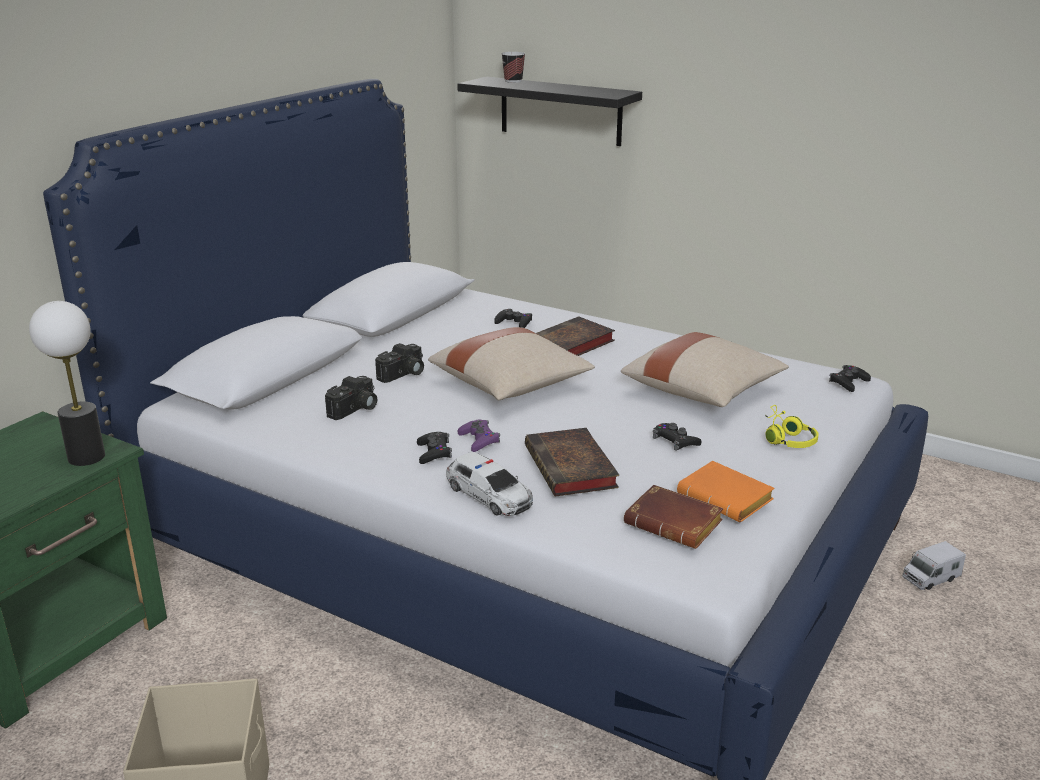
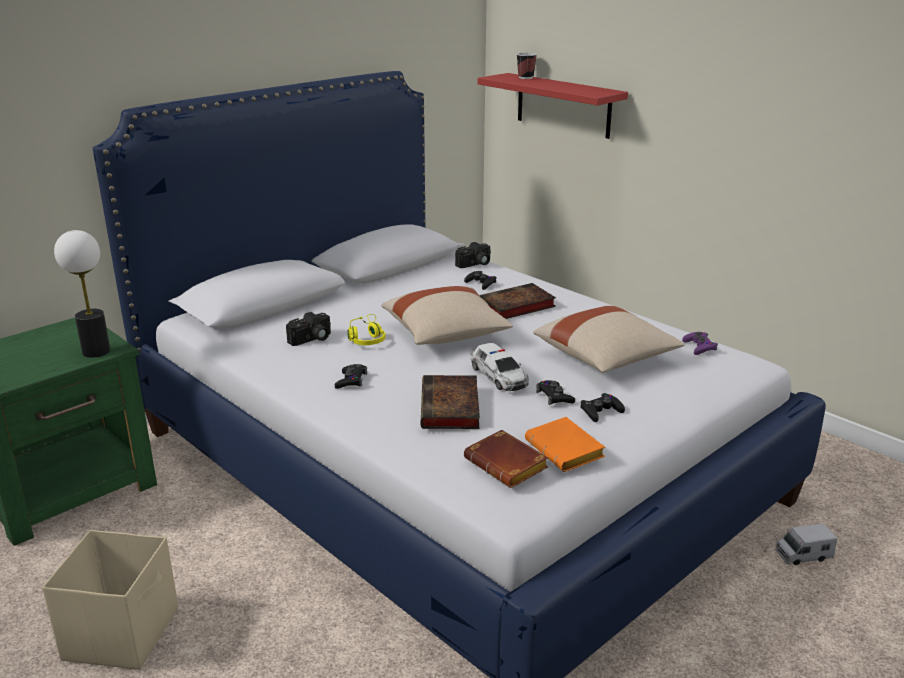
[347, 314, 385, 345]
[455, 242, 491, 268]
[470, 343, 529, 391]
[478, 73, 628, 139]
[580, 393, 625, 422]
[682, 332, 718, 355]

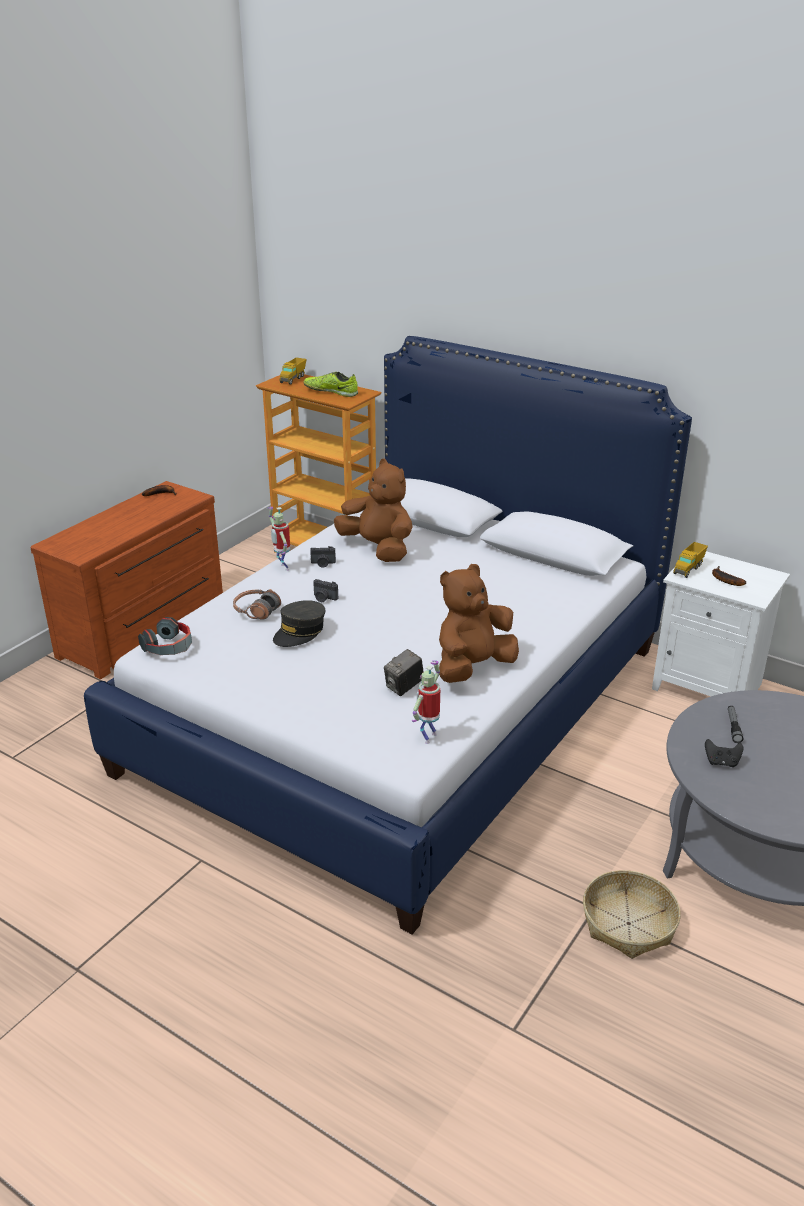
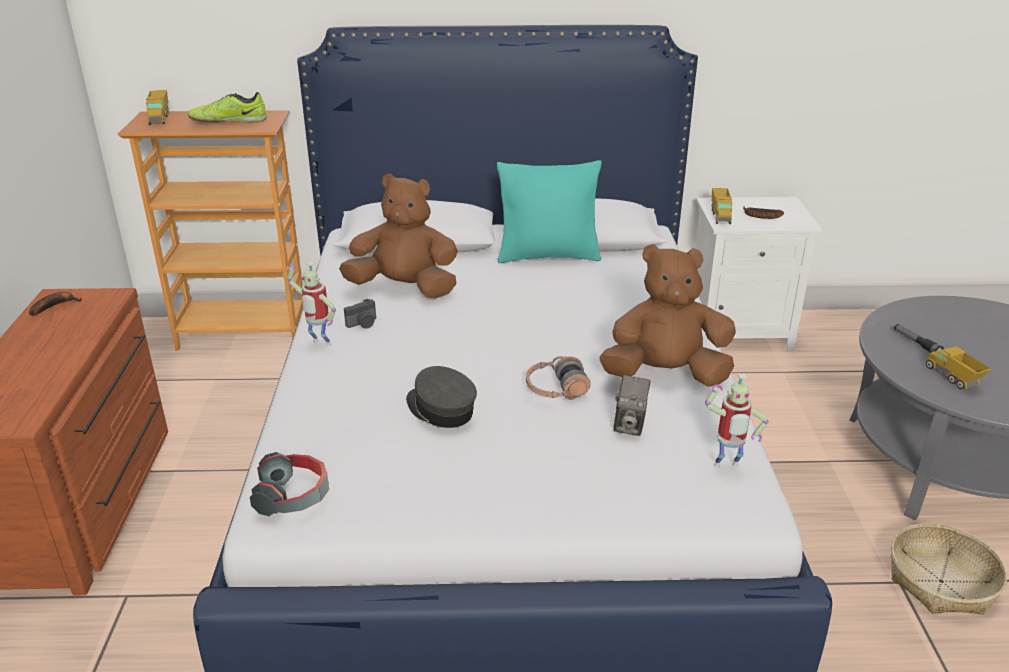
[406, 366, 477, 428]
[497, 160, 602, 263]
[526, 356, 591, 400]
[599, 244, 736, 387]
[705, 373, 768, 468]
[925, 346, 991, 389]
[313, 579, 338, 602] (first image)

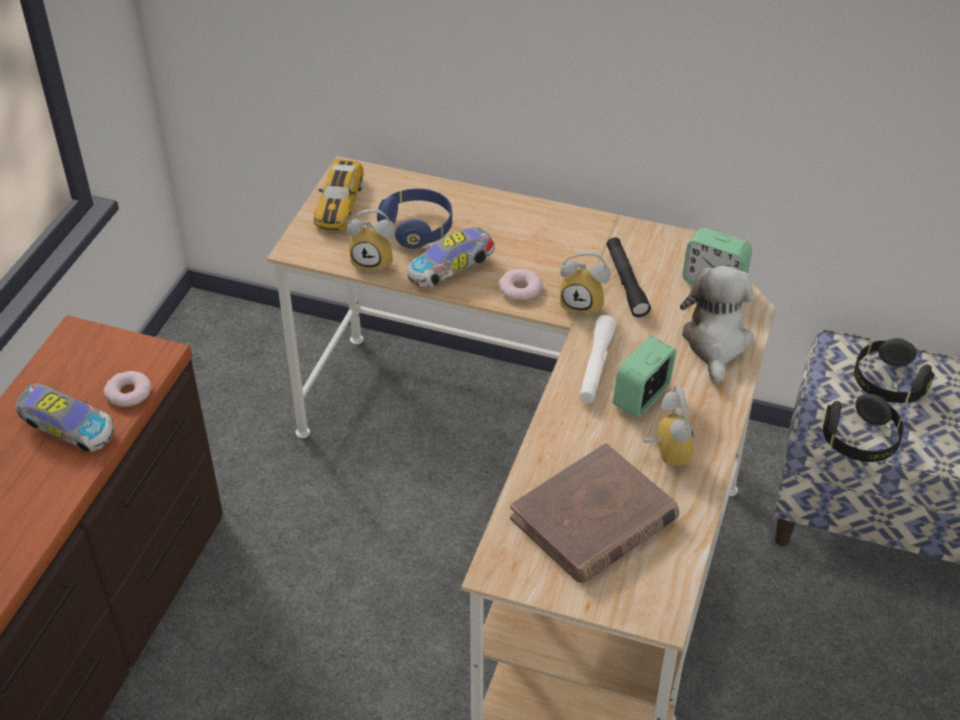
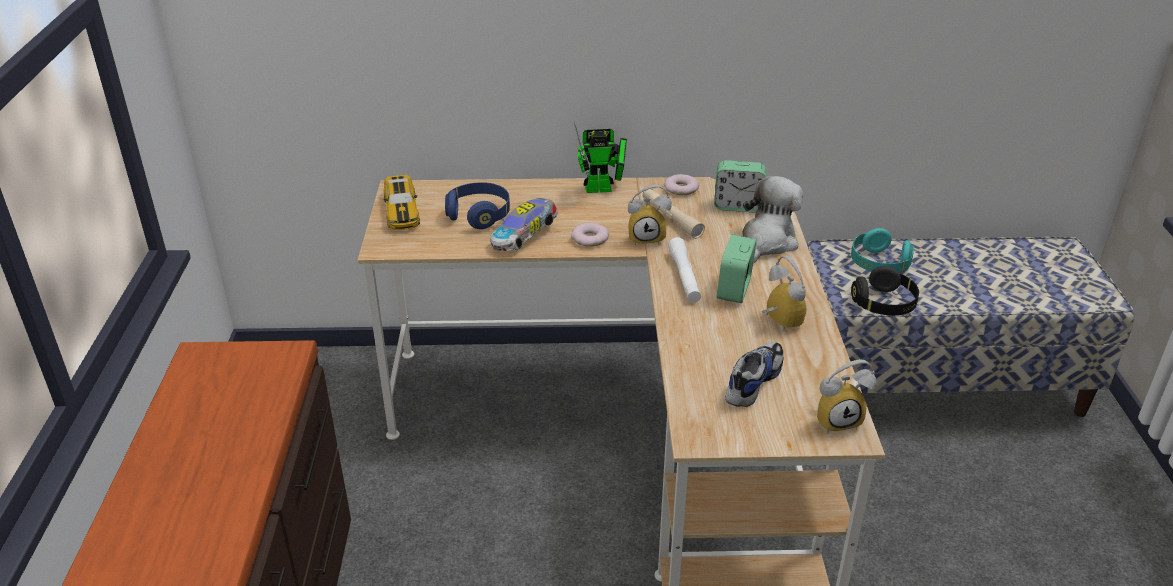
[574, 122, 627, 193]
[643, 189, 705, 239]
[664, 174, 699, 195]
[725, 342, 784, 407]
[742, 176, 803, 264]
[817, 359, 876, 433]
[851, 228, 914, 273]
[16, 383, 114, 452] (first image)

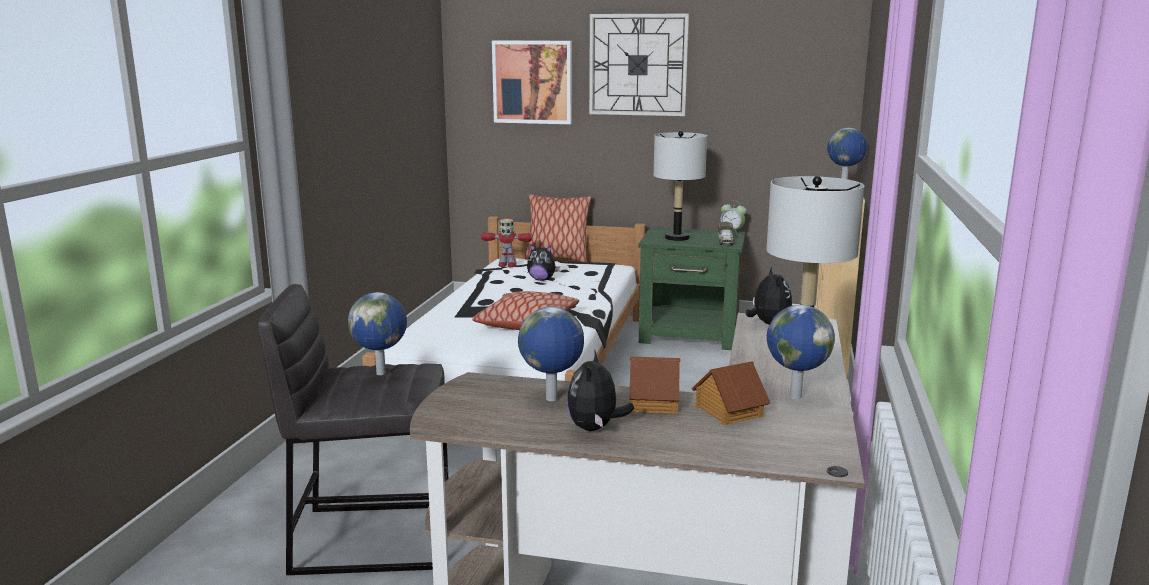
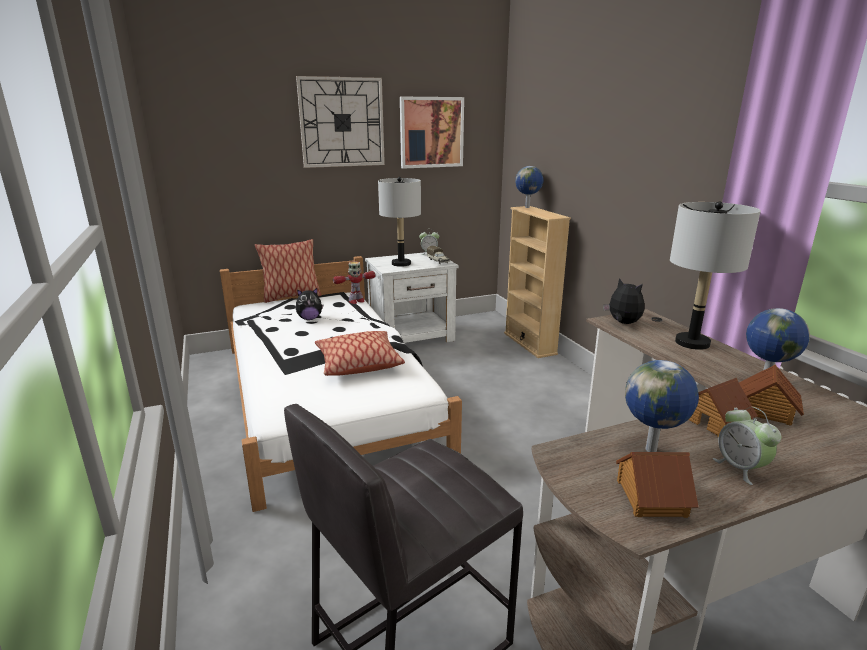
[333, 262, 376, 304]
[365, 252, 459, 343]
[400, 97, 464, 169]
[616, 452, 698, 518]
[713, 407, 781, 485]
[348, 292, 407, 375] (first image)

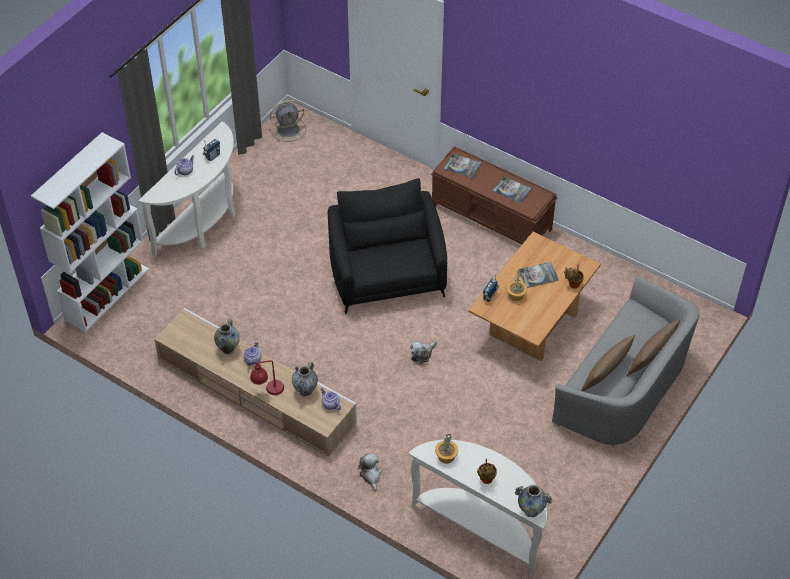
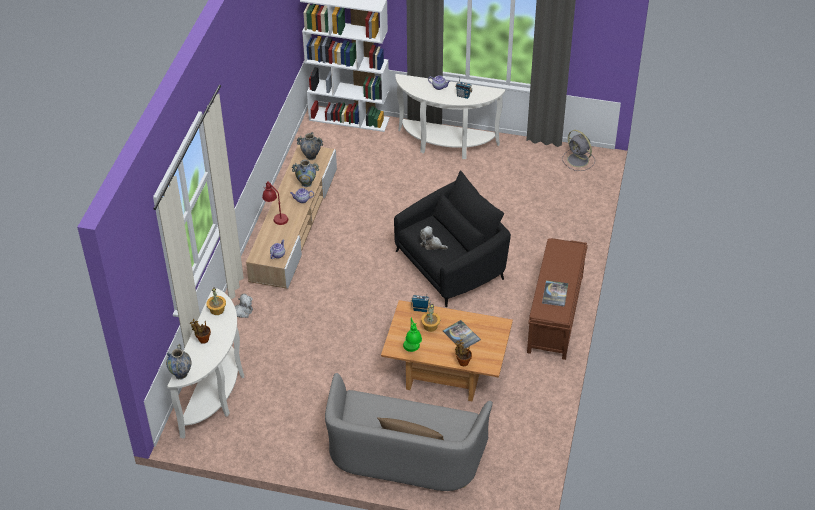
[297, 132, 323, 160]
[403, 318, 422, 352]
[420, 226, 448, 250]
[444, 153, 482, 178] (first image)
[581, 335, 635, 391] (first image)

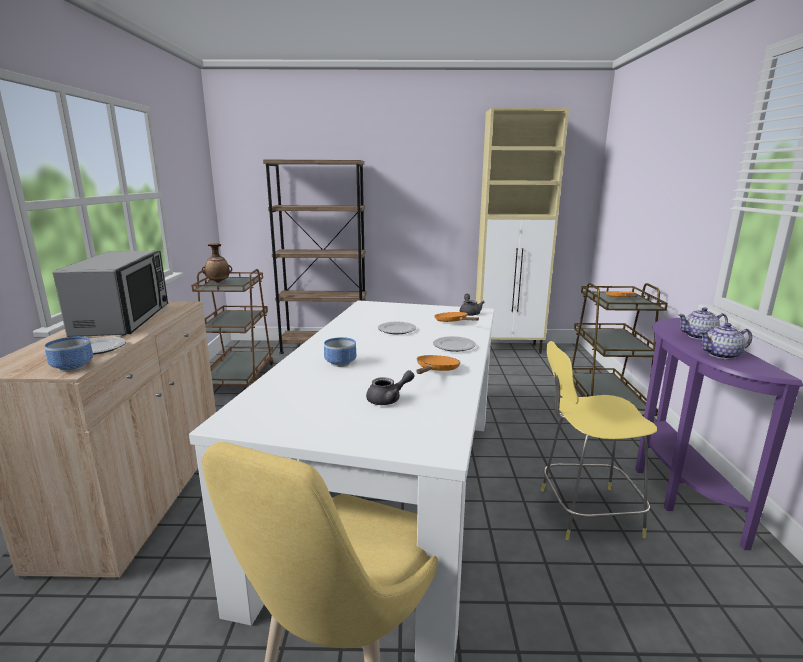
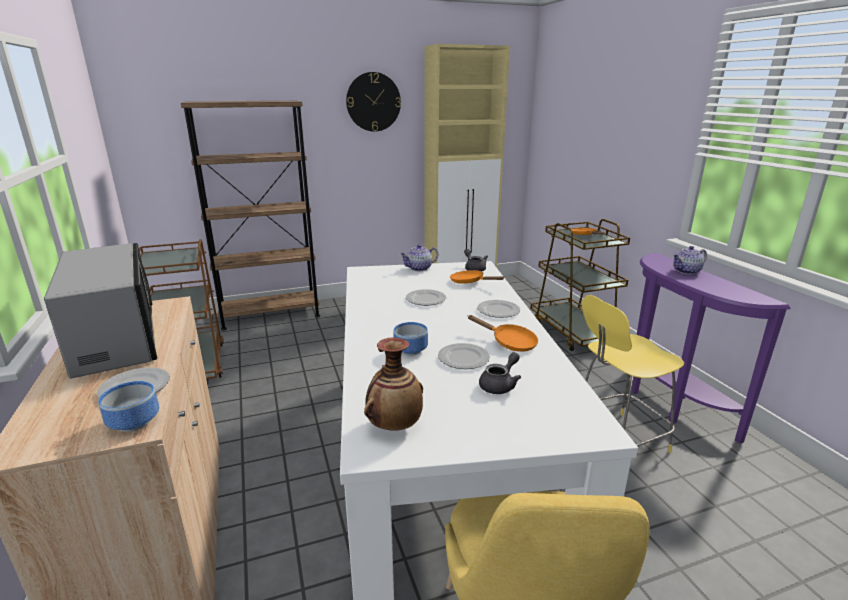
[346, 72, 401, 132]
[364, 338, 423, 431]
[399, 244, 438, 271]
[438, 343, 490, 369]
[468, 315, 538, 352]

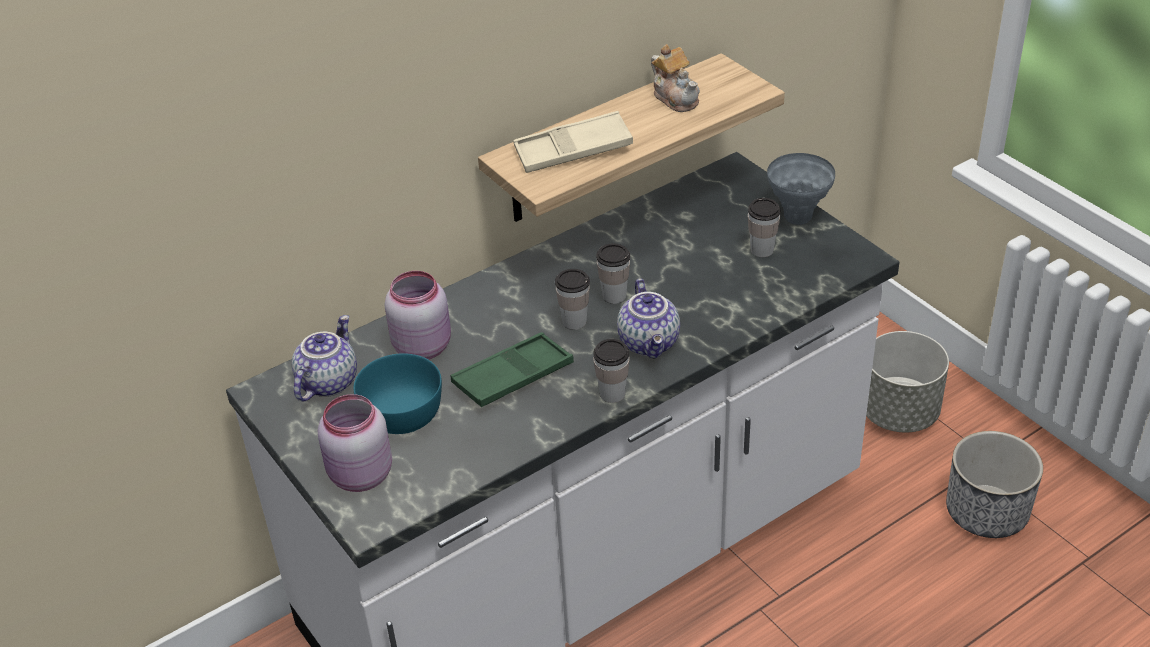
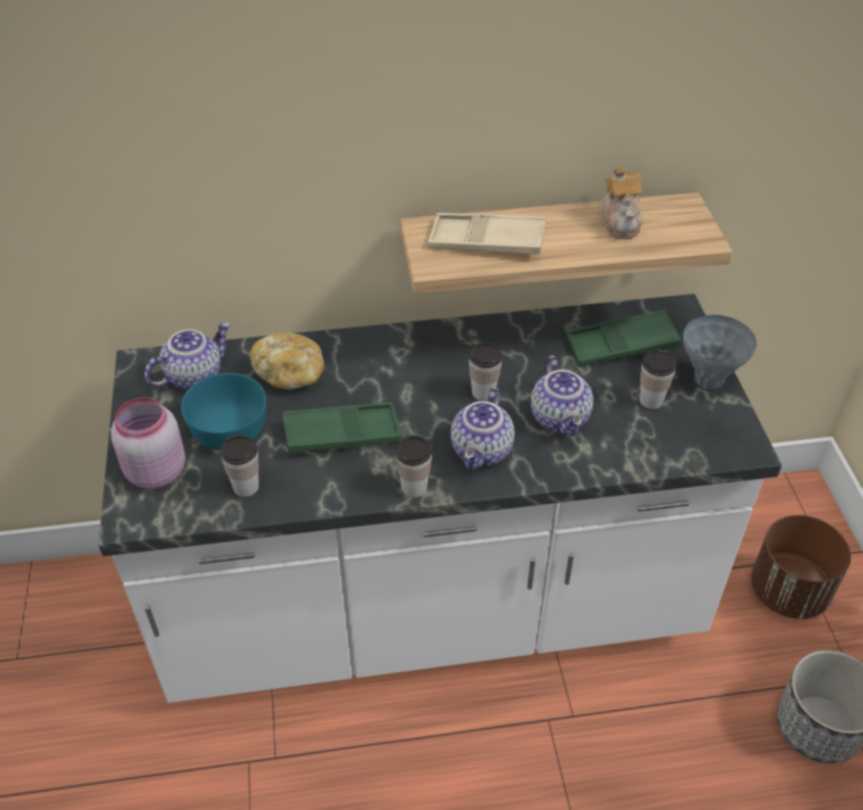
[220, 435, 259, 497]
[250, 333, 324, 390]
[531, 355, 593, 437]
[566, 310, 681, 366]
[751, 515, 851, 619]

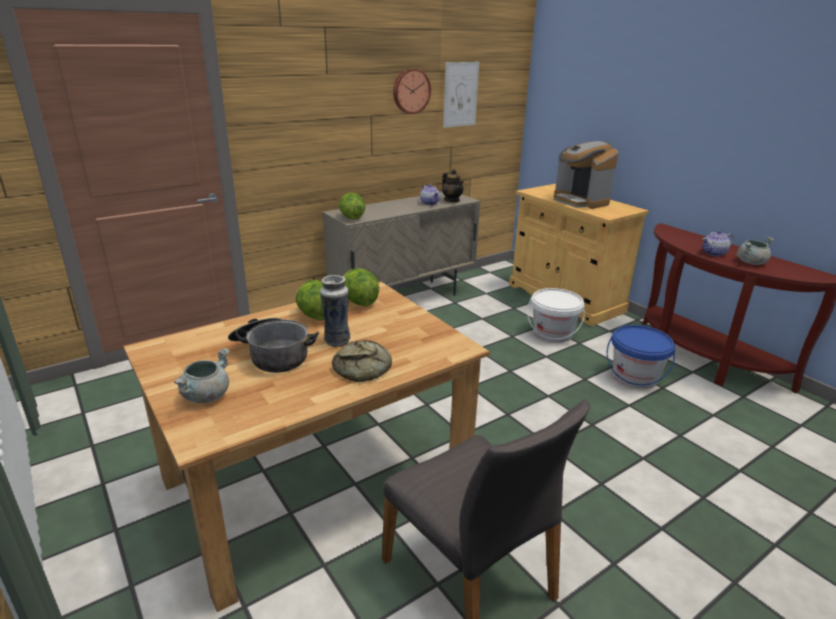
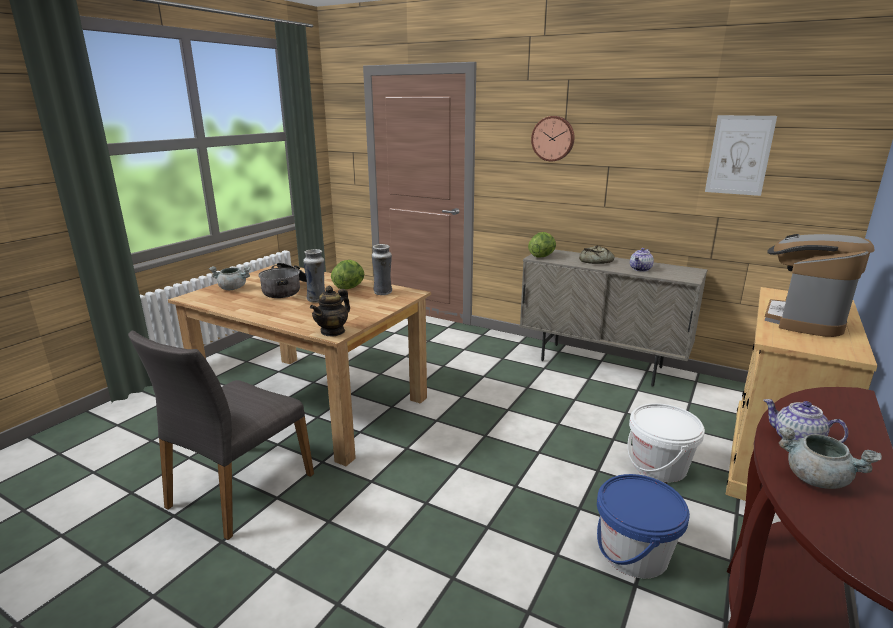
[310, 286, 350, 337]
[372, 244, 392, 295]
[531, 116, 574, 162]
[579, 246, 614, 264]

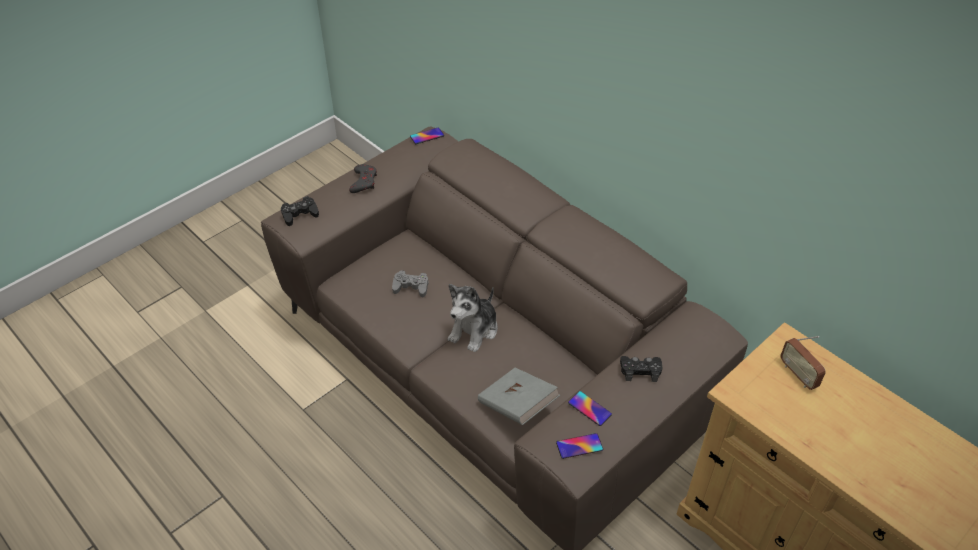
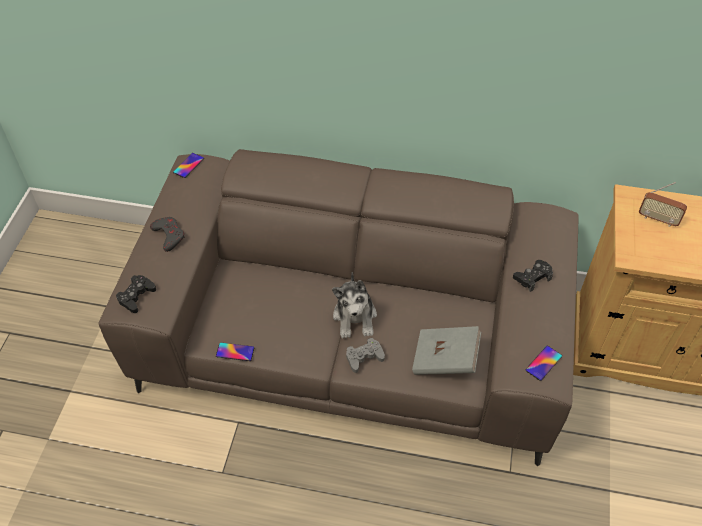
[216, 343, 254, 361]
[346, 338, 385, 373]

